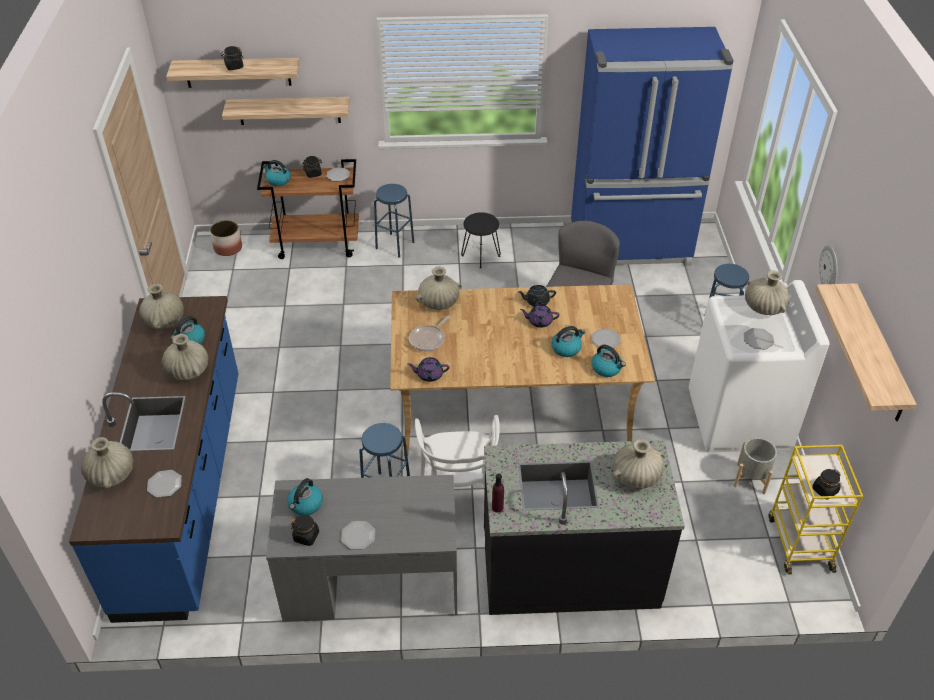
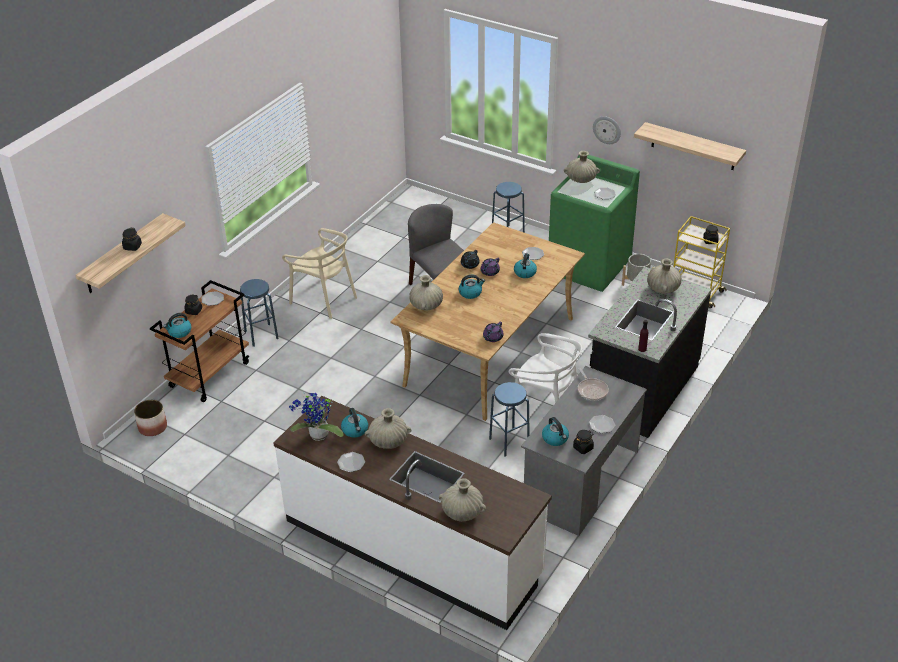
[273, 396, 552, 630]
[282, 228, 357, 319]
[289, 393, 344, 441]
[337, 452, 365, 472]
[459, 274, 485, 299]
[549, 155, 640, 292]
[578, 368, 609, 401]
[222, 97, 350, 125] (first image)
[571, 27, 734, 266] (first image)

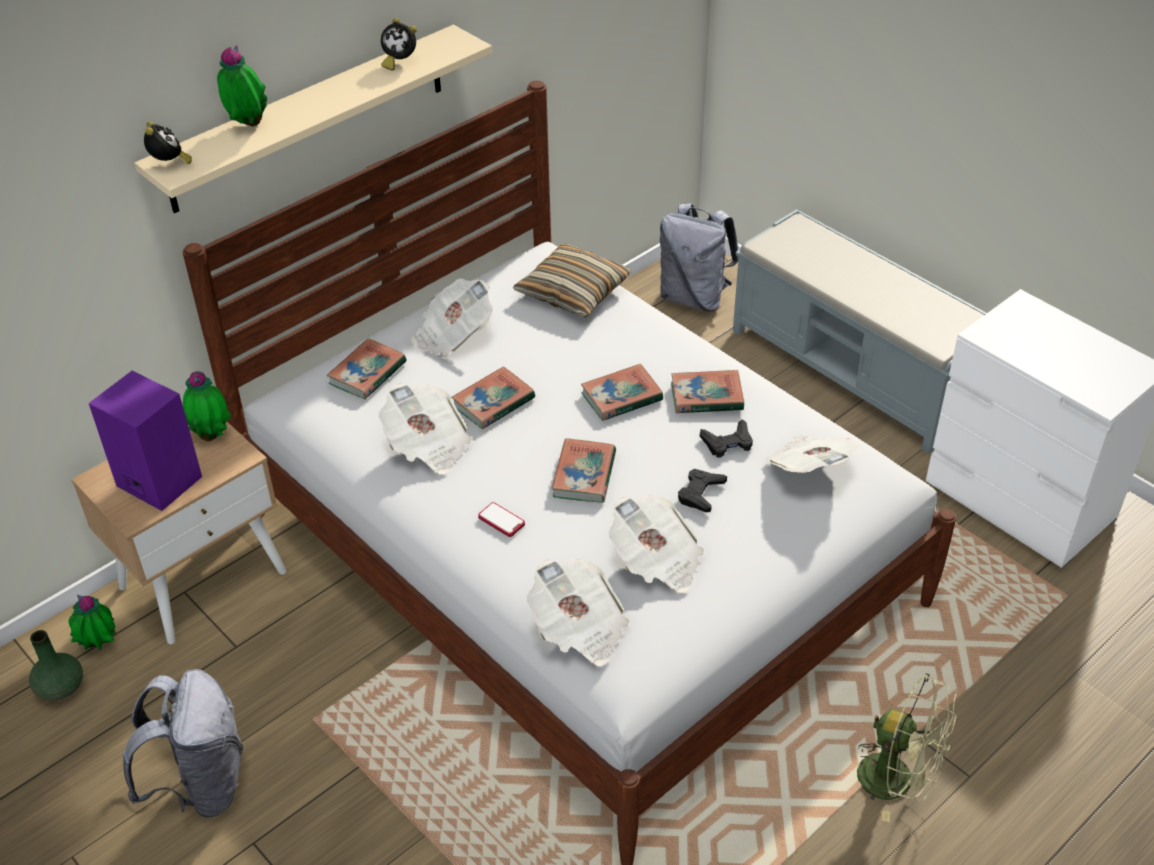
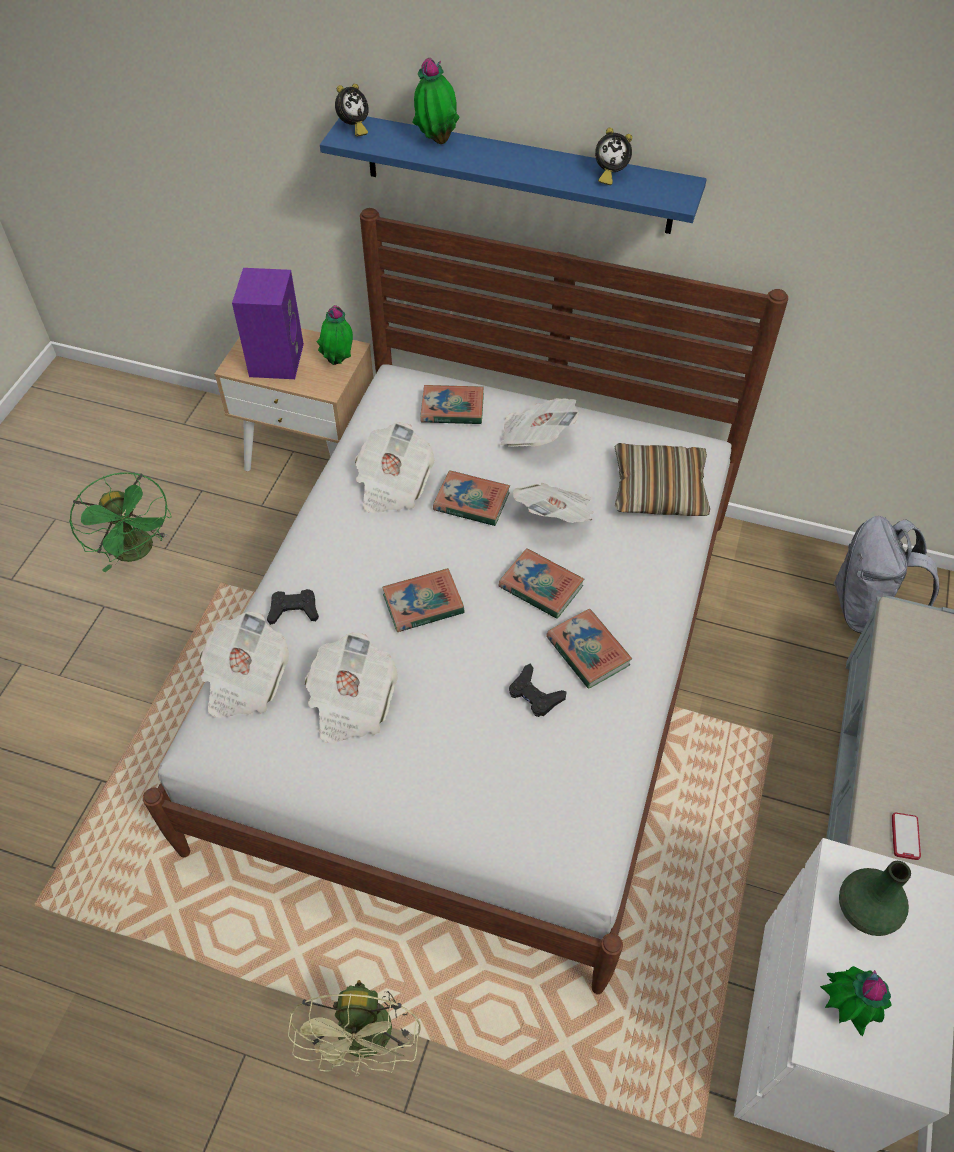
[69, 473, 172, 572]
[267, 589, 319, 625]
[320, 116, 707, 234]
[513, 483, 594, 523]
[595, 127, 632, 185]
[820, 966, 892, 1036]
[839, 861, 911, 936]
[892, 813, 921, 860]

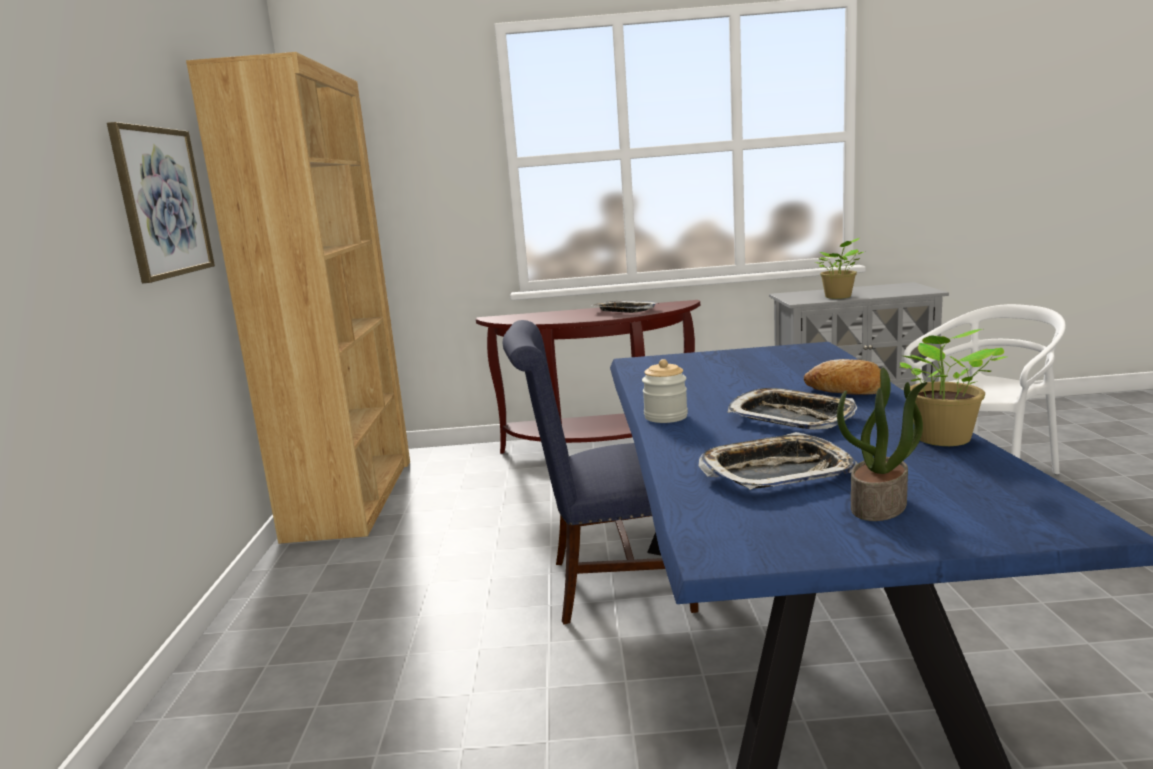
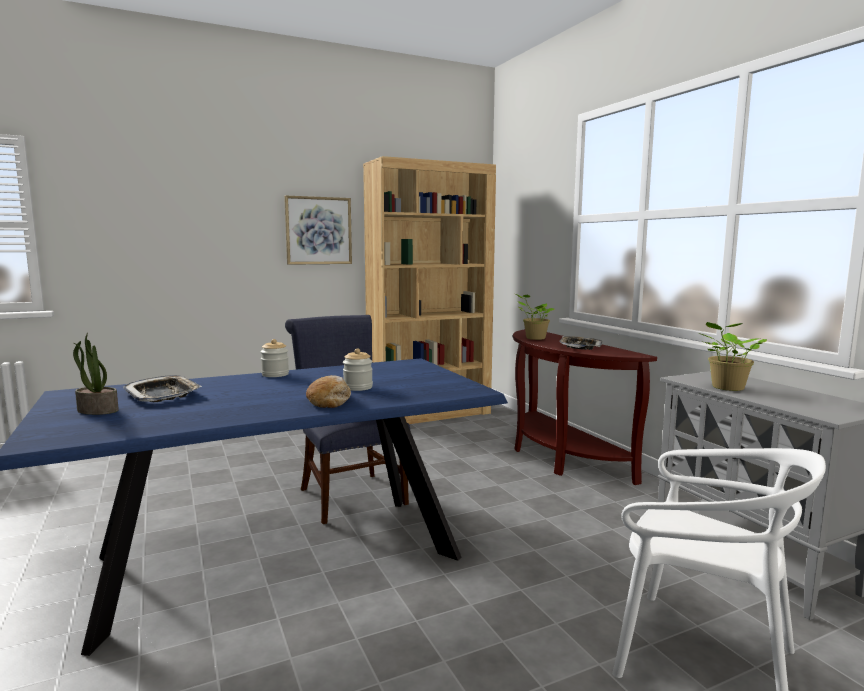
[343, 348, 373, 391]
[516, 294, 555, 340]
[728, 388, 857, 430] (first image)

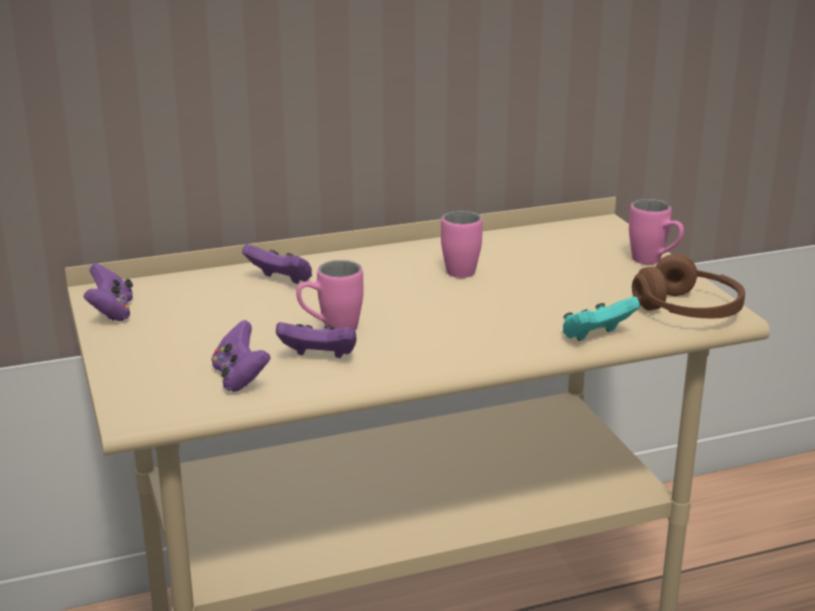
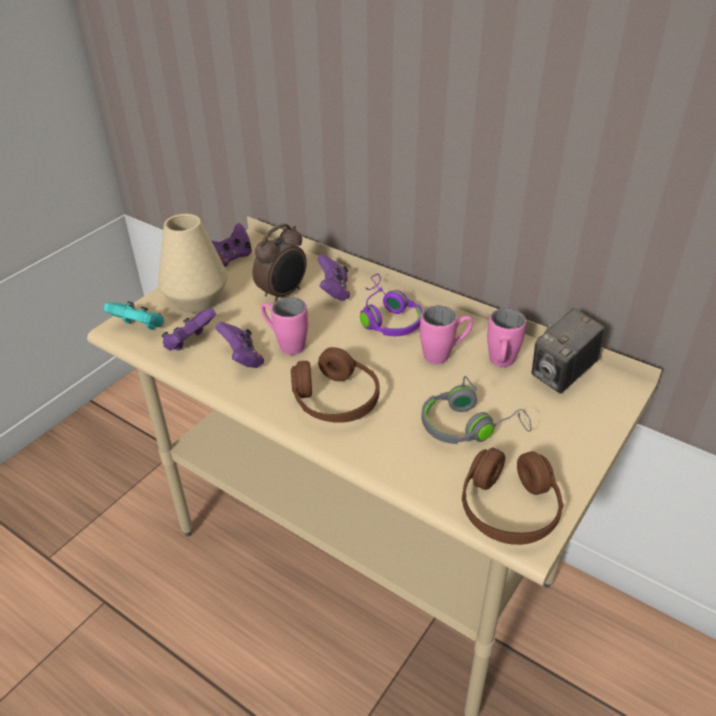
[104, 301, 165, 330]
[158, 214, 228, 313]
[252, 223, 307, 303]
[291, 347, 380, 423]
[360, 274, 423, 336]
[421, 376, 531, 444]
[487, 308, 526, 367]
[532, 308, 605, 394]

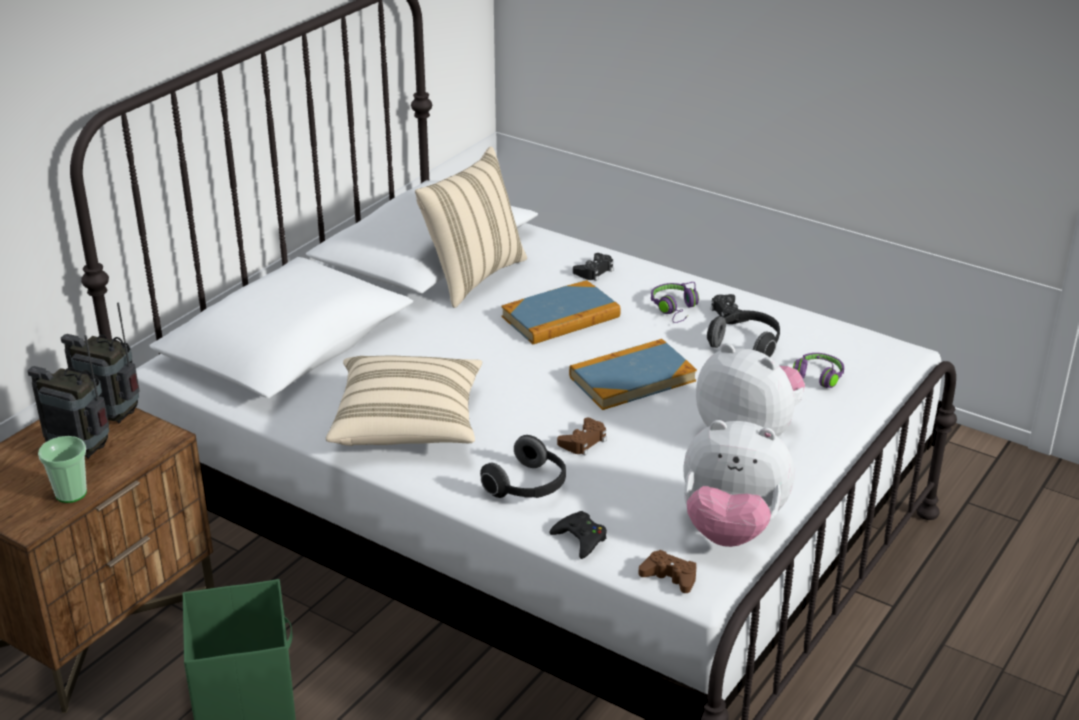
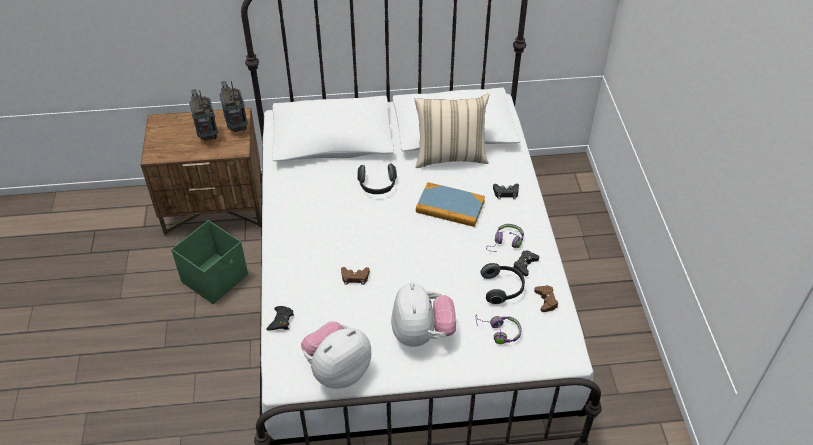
[301, 321, 371, 389]
[357, 163, 397, 194]
[534, 285, 558, 312]
[38, 436, 87, 503] (first image)
[326, 356, 482, 446] (first image)
[569, 339, 697, 410] (first image)

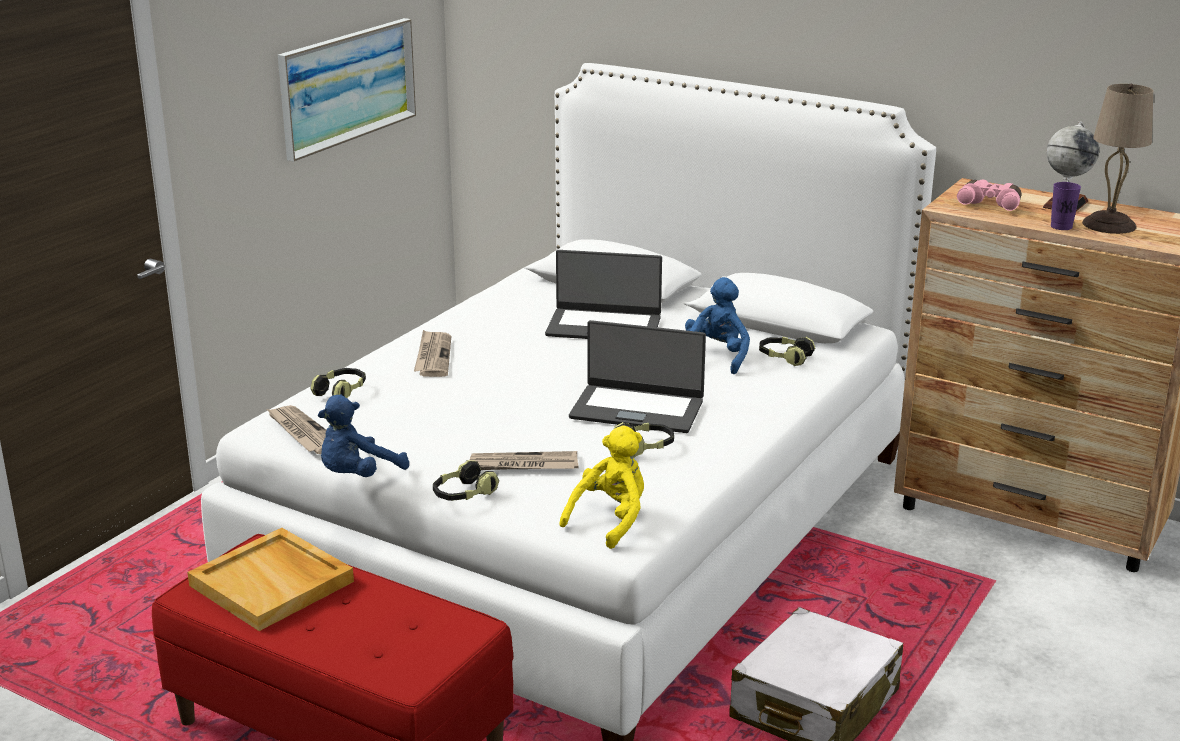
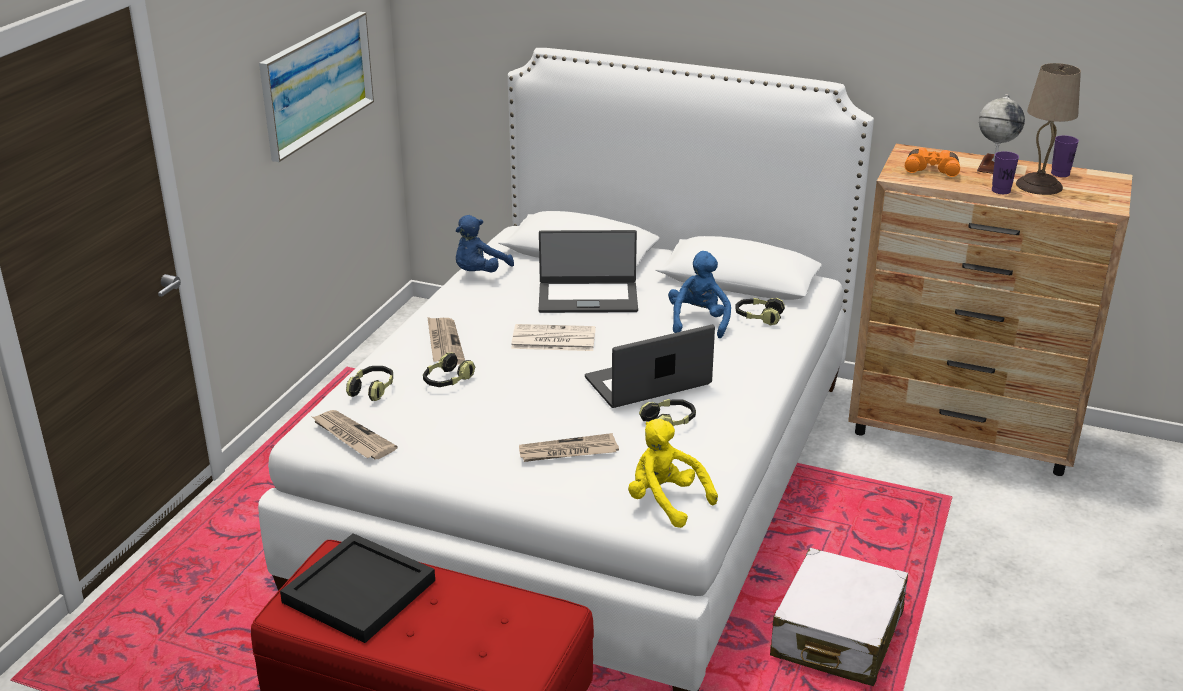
[280, 533, 435, 643]
[423, 353, 475, 387]
[456, 215, 514, 272]
[511, 324, 596, 351]
[585, 325, 715, 408]
[628, 419, 718, 528]
[905, 148, 960, 177]
[1051, 135, 1079, 177]

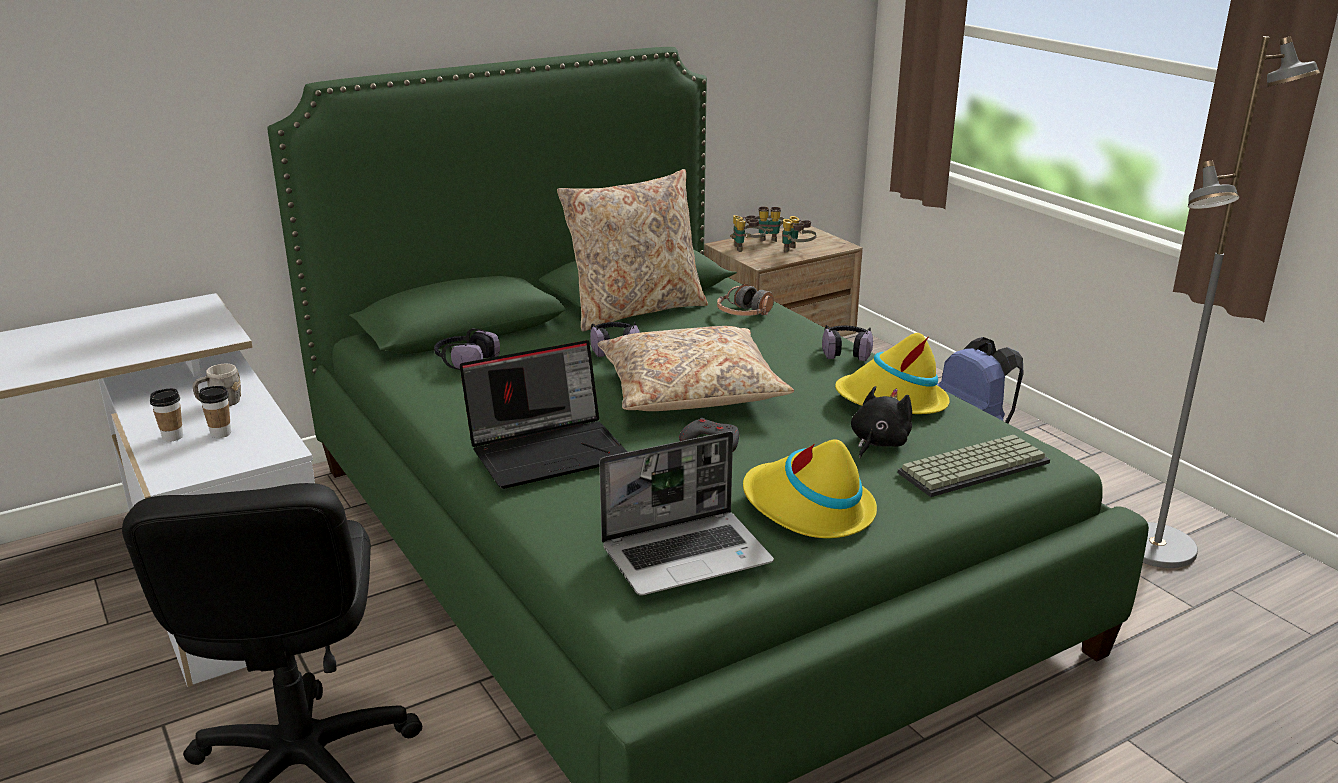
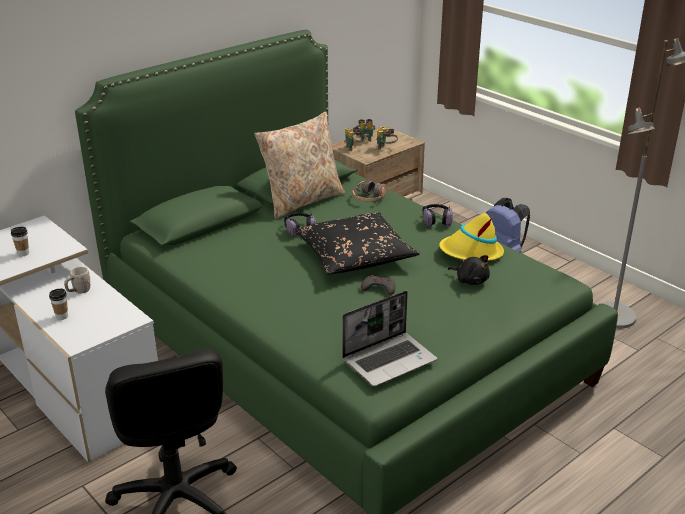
[11, 227, 29, 256]
[294, 212, 420, 275]
[448, 255, 490, 285]
[434, 329, 500, 370] (first image)
[460, 340, 628, 489] (first image)
[743, 439, 877, 538] (first image)
[898, 435, 1050, 497] (first image)

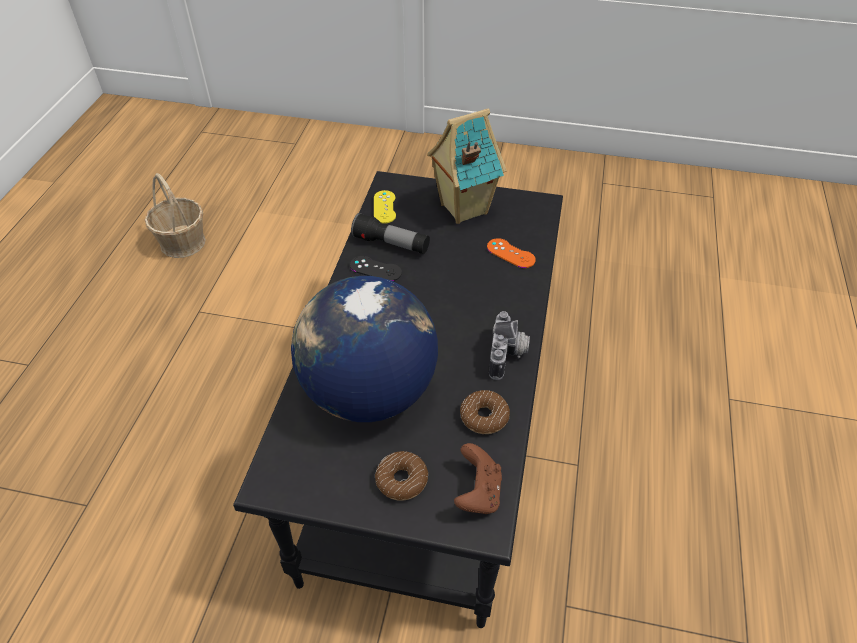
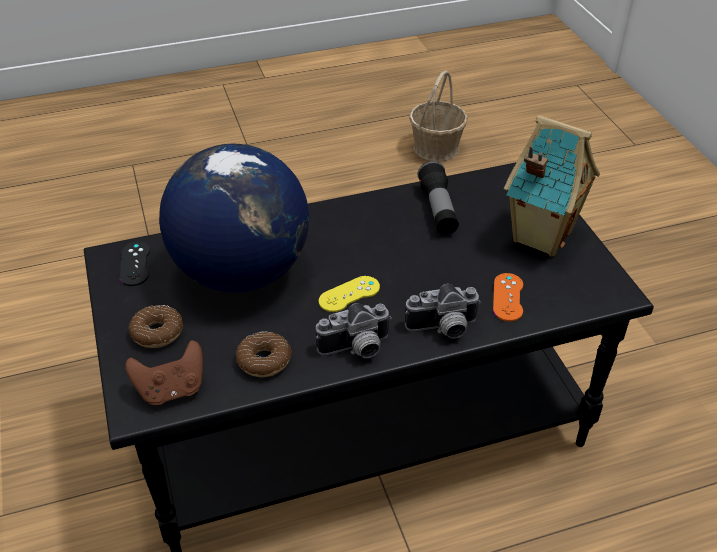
[119, 241, 150, 286]
[319, 276, 380, 312]
[405, 284, 481, 339]

